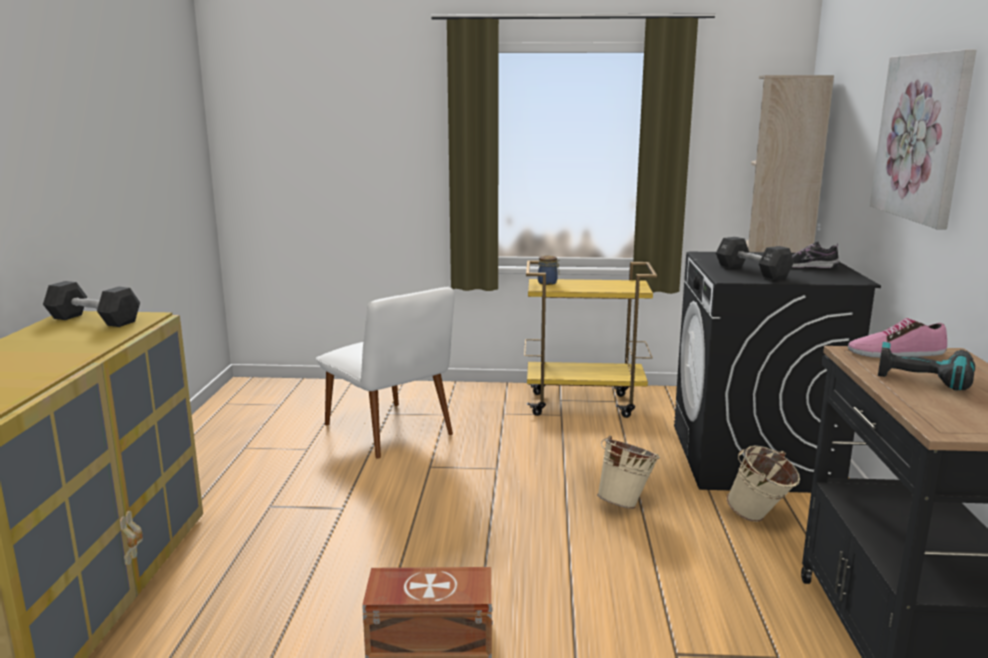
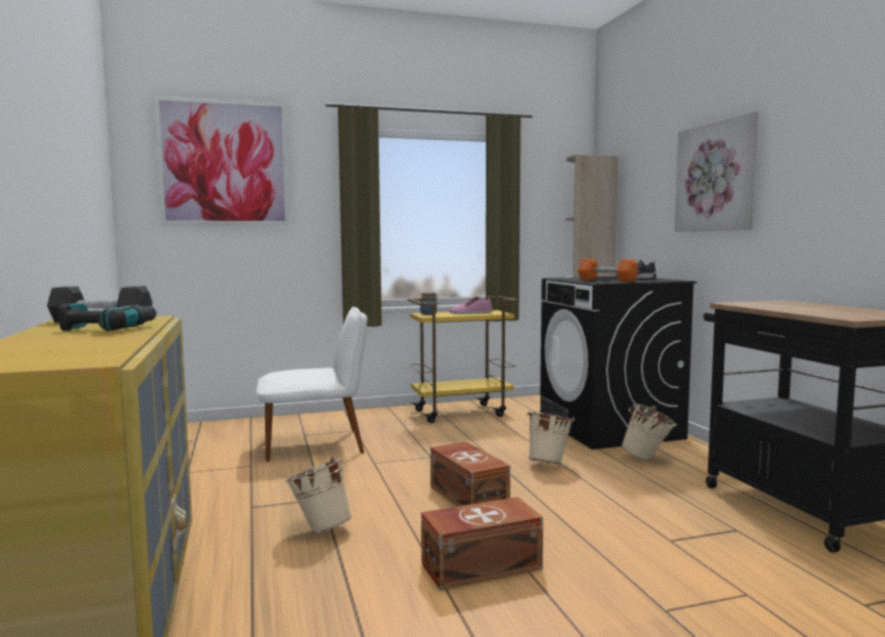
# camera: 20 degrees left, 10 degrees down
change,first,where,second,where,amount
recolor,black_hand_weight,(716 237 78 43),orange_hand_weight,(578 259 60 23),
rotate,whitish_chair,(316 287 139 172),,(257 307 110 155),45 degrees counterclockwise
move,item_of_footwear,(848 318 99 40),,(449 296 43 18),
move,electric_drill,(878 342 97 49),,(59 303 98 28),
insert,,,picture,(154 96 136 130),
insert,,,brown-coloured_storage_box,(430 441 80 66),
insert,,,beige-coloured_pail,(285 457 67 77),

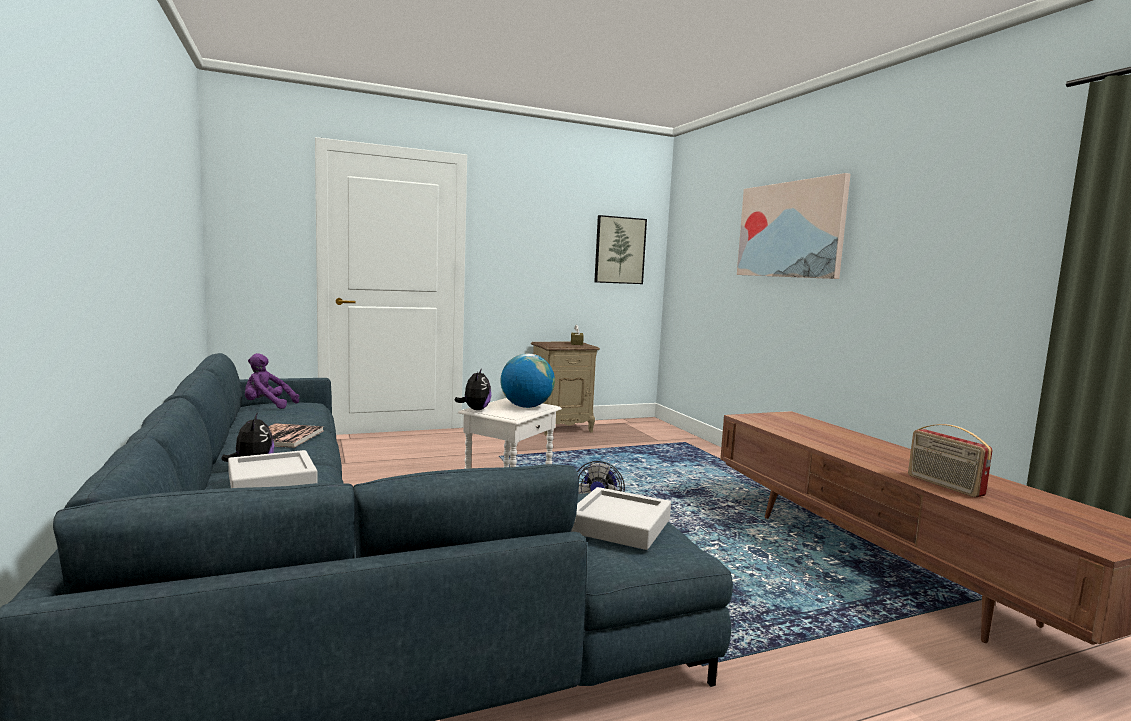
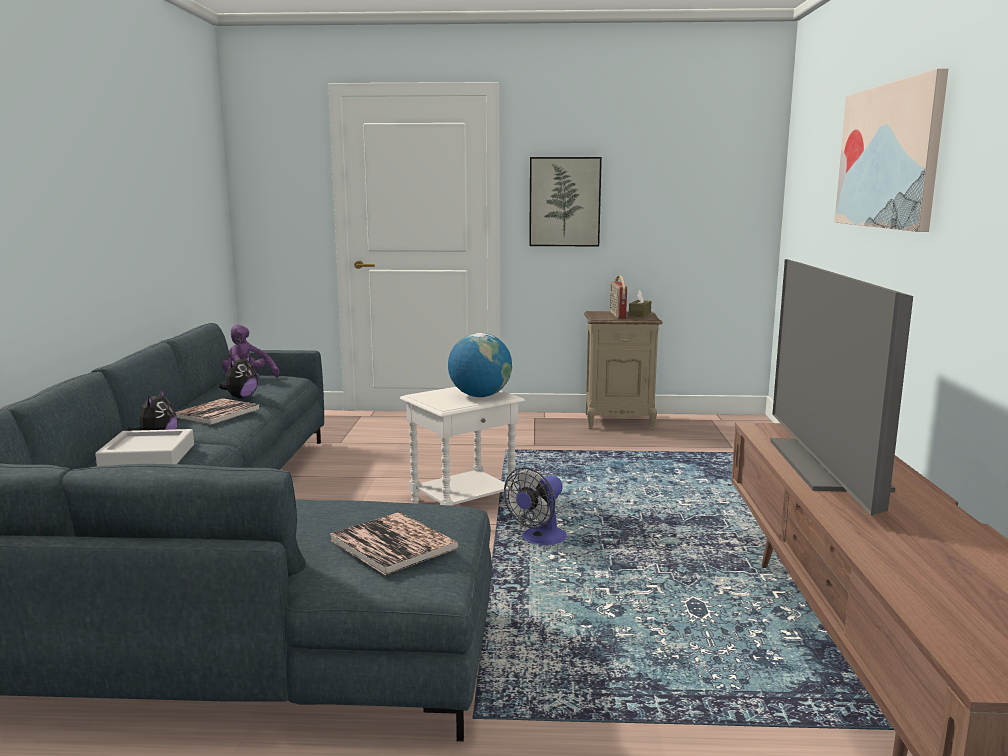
# camera: 25 degrees right, 5 degrees up
change,first,where,second,where,amount
move,picture,(594 215 53 69),,(529 157 73 89),
move,soft_toy,(454 368 37 42),,(219 354 39 45),
move,radio_set,(908 424 85 73),,(610 276 17 43),
replace,grey_serving_tray,(571 487 100 63),book,(330 512 129 63),
insert,,,television,(770 259 143 256),

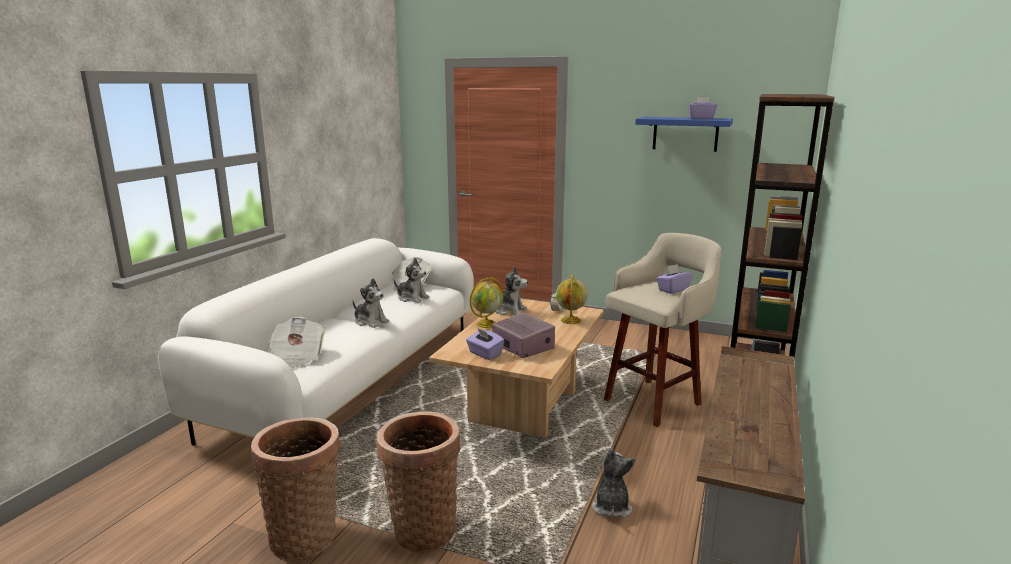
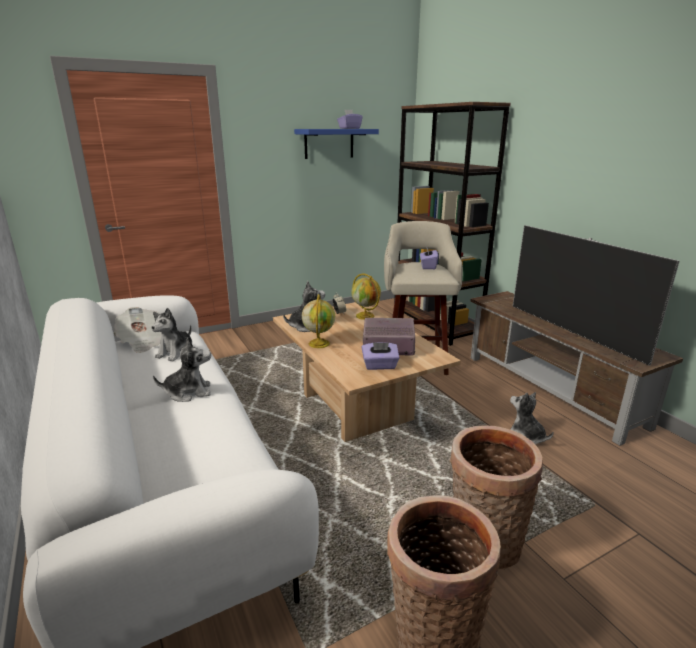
# camera: 50 degrees left, 5 degrees up
change,first,where,second,where,amount
rotate,soft_toy,(394 258 35 45),,(151 308 41 54),135 degrees clockwise
delete,newspaper,(268 317 57 52),,,
insert,,,television,(513 225 166 141),

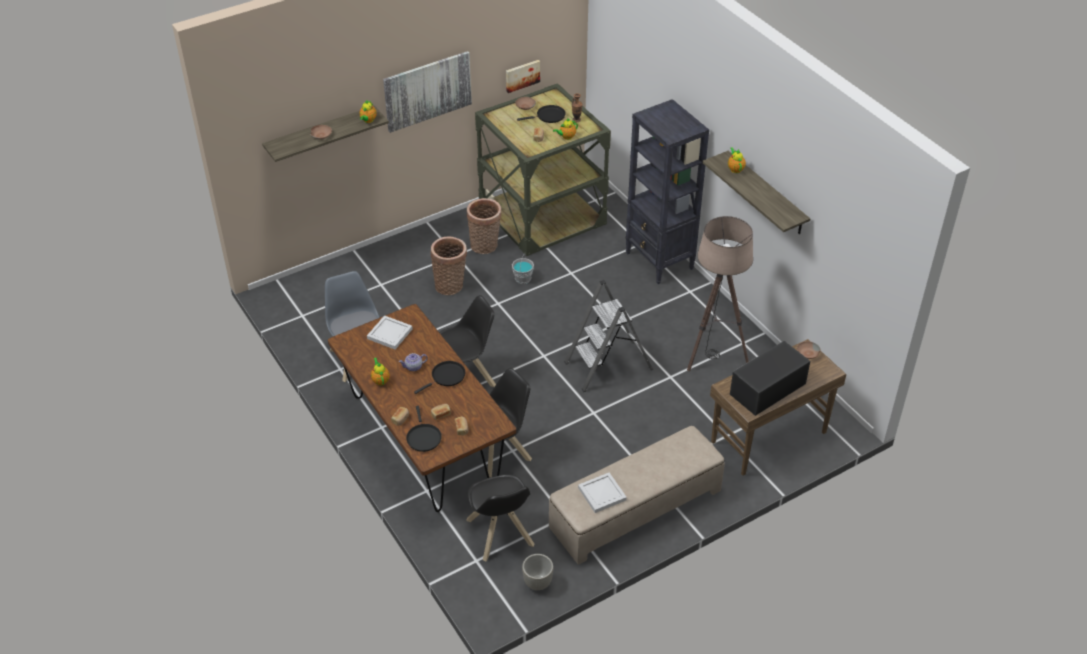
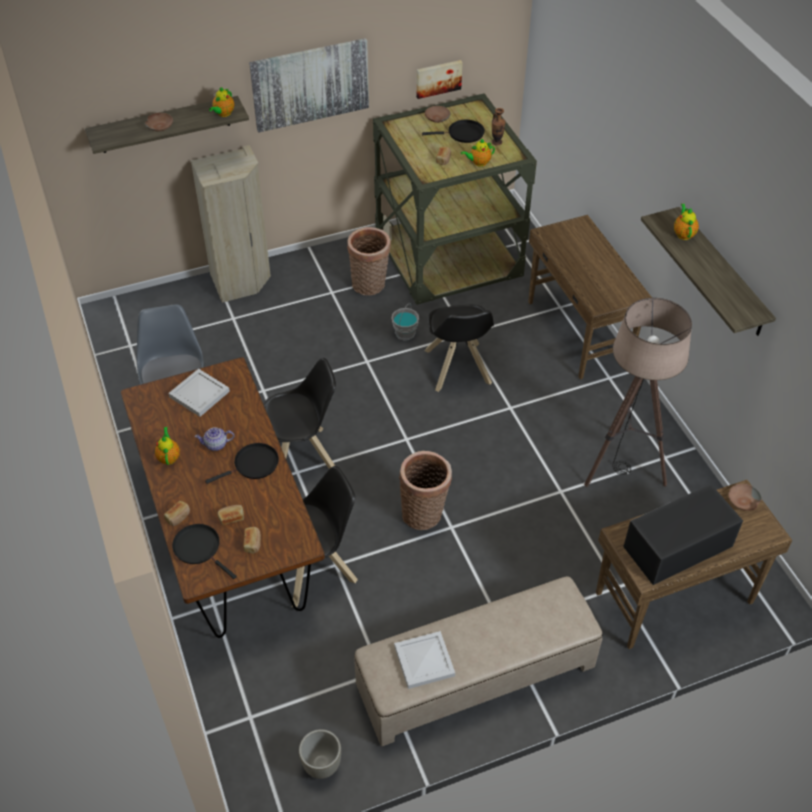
# camera: 10 degrees right, 5 degrees up
change,first,where,second,where,amount
replace,black_bookcase,(625 99 84 185),brown-coloured_hall_table,(528 215 124 164),
move,basket,(430 237 37 58),,(399 451 53 79),
delete,grey_step_stool,(564 280 89 112),,,
rotate,black_skillet,(406 406 36 46),,(172 524 65 55),135 degrees clockwise
move,black_chair,(466 474 68 87),,(425 305 69 87),
insert,,,beige-coloured_cupboard,(191 145 80 158),

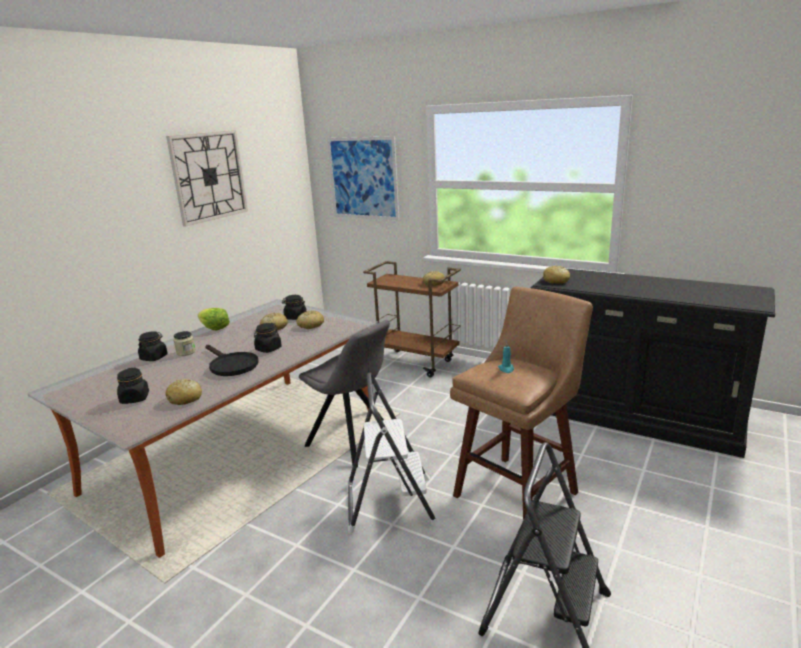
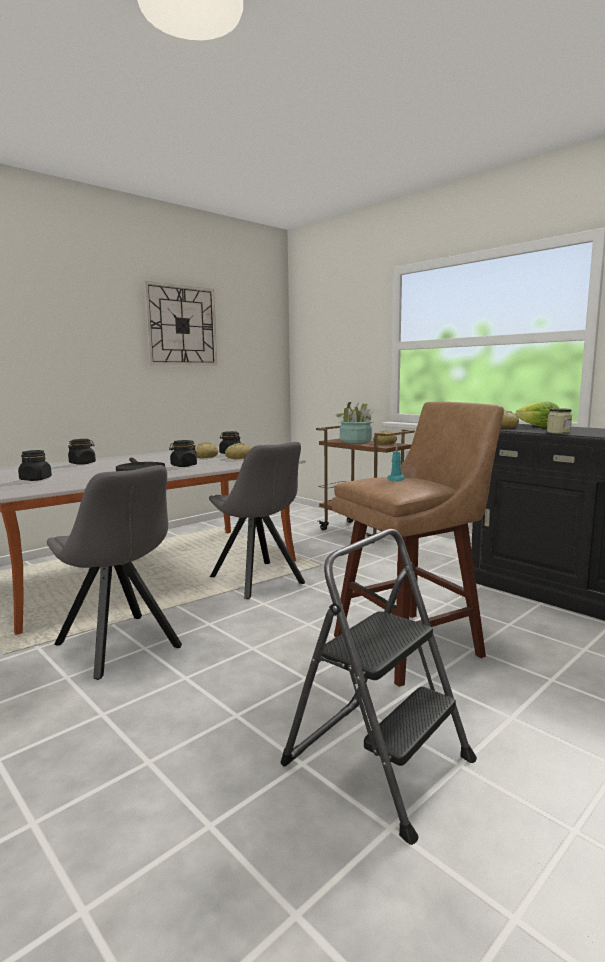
# camera: 15 degrees right, 10 degrees down
change,first,where,second,where,amount
delete,picture,(327 136 72 84),,,
move,head_of_lettuce,(198 308 32 23),,(515 402 44 25),
move,jar,(174 331 22 25),,(547 408 25 26),
delete,whitish_step_stool,(348 372 93 162),,,
delete,baked_bread,(165 379 37 26),,,
insert,,,houseplant,(333 402 41 41),
insert,,,grey_chair,(47 465 135 215),

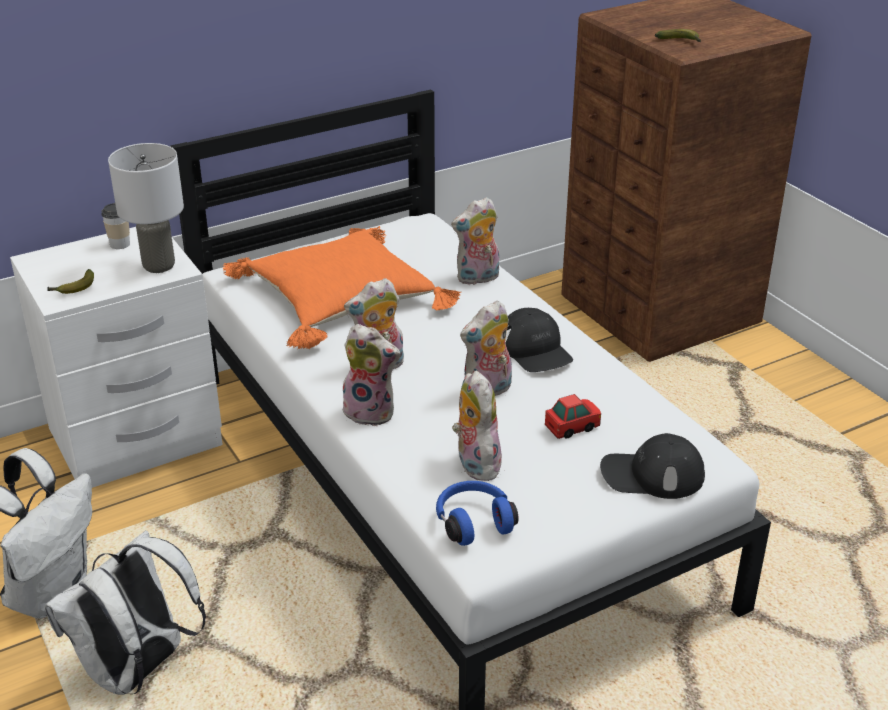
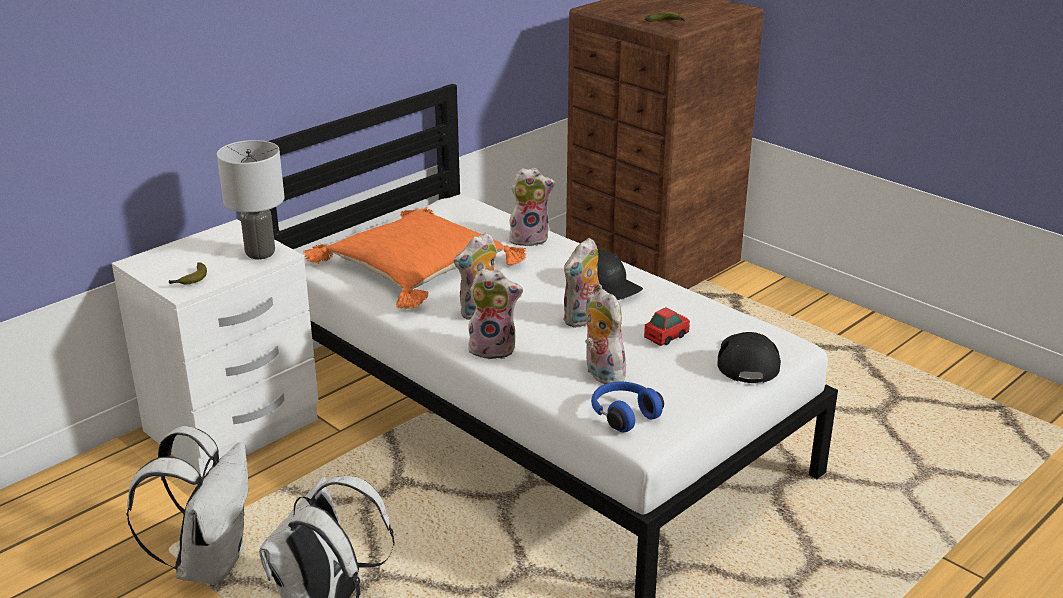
# camera: 15 degrees left, 5 degrees down
change,first,where,second,where,amount
rotate,soft_toy,(451 197 48 88),,(509 168 47 78),150 degrees counterclockwise
delete,cup,(101 203 29 46),,,
rotate,black_peaked_cap,(600 433 105 66),,(717 332 64 51),105 degrees clockwise

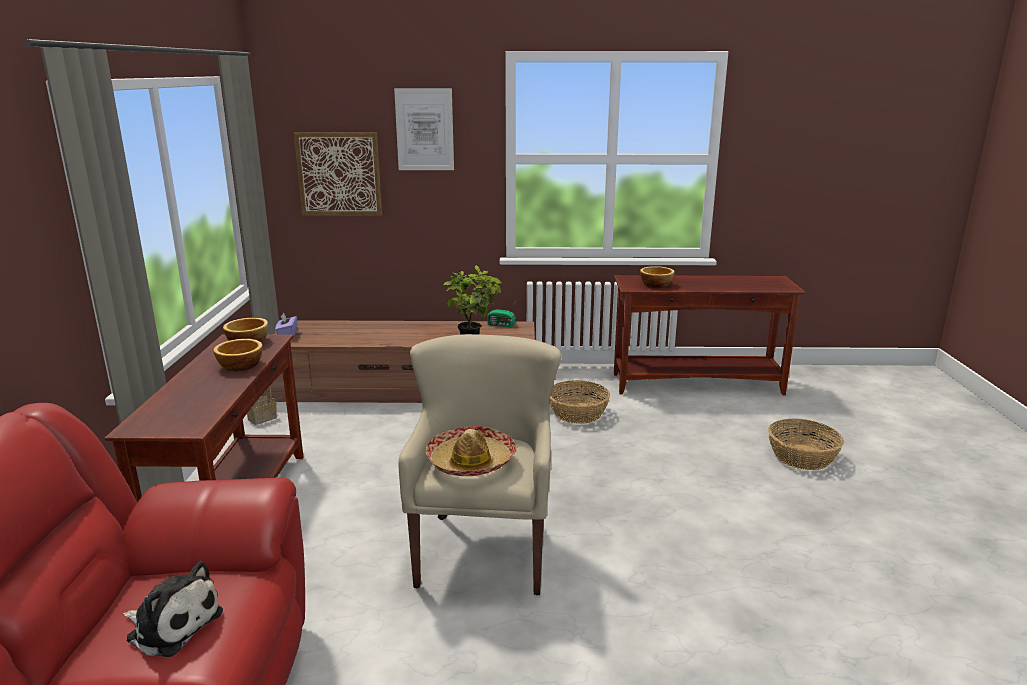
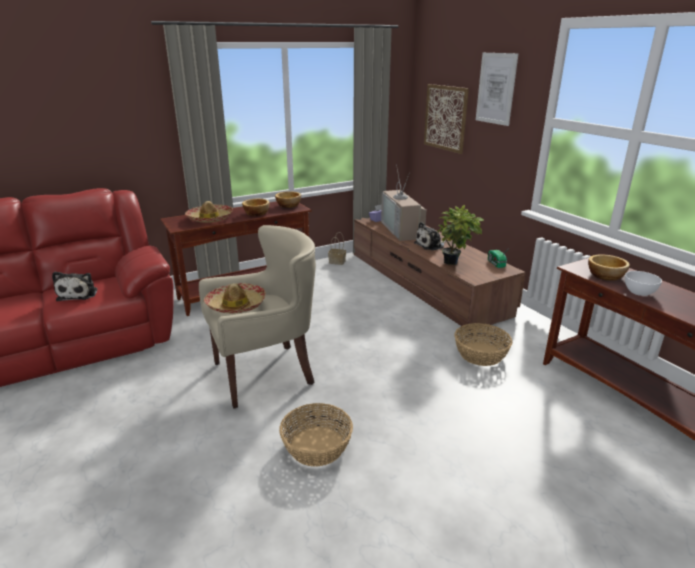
# camera: 60 degrees right, 5 degrees up
change,first,where,second,where,amount
move,basket,(768 419 76 51),,(279 403 74 63),
insert,,,television,(381 164 45 77),
insert,,,wearable_hat,(185 201 48 22),
insert,,,soft_toy,(414 222 32 28),
insert,,,whitish_deep_dish,(625 271 37 25),

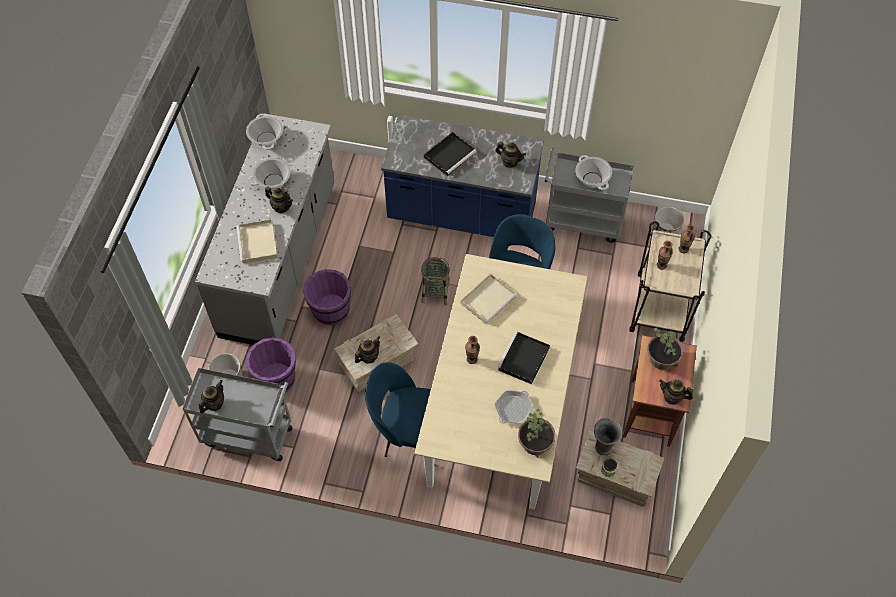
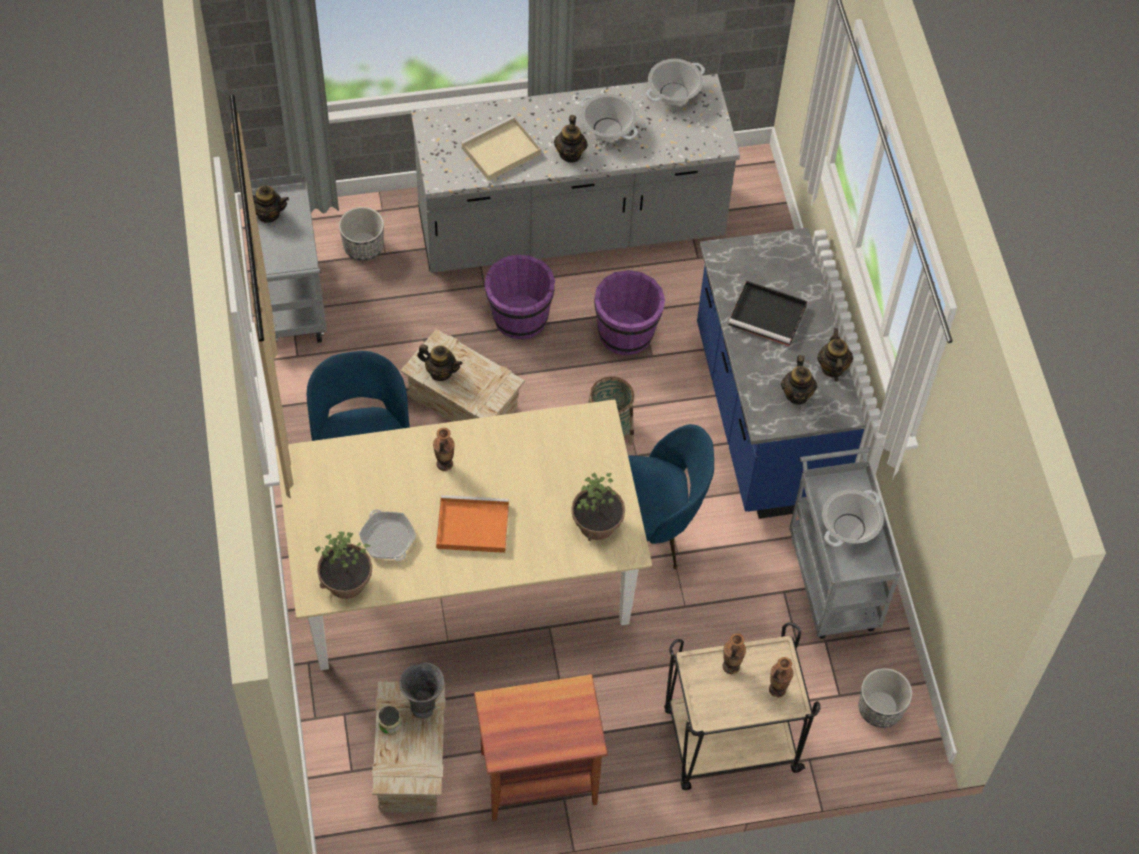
# camera: 65 degrees right, 0 degrees up
change,first,where,second,where,amount
delete,beige-coloured_serving_tray,(460 274 57 50),,,
move,houseplant,(647 328 36 42),,(571 473 54 68),
recolor,black_serving_tray,(497 332 53 52),orange_serving_tray,(436 495 73 58),
move,purple-coloured_pail,(246 337 50 58),,(594 270 71 86),
move,tea_pot,(659 379 34 26),,(817 328 36 54),
rotate,skillet,(495 390 38 34),,(359 509 57 52),135 degrees counterclockwise

